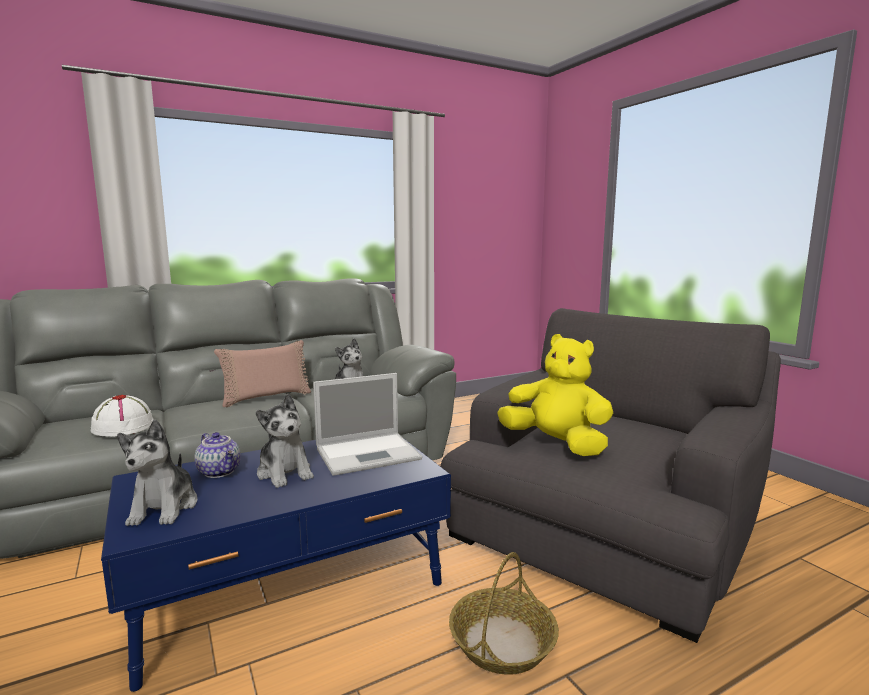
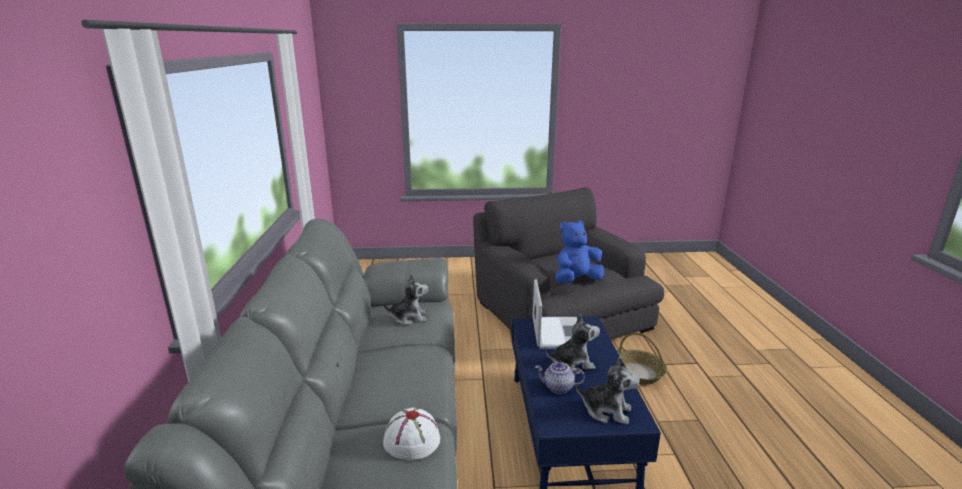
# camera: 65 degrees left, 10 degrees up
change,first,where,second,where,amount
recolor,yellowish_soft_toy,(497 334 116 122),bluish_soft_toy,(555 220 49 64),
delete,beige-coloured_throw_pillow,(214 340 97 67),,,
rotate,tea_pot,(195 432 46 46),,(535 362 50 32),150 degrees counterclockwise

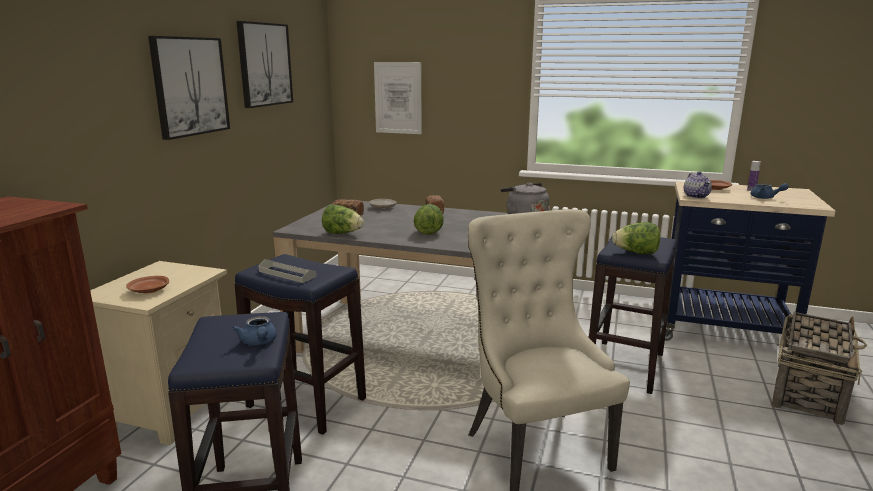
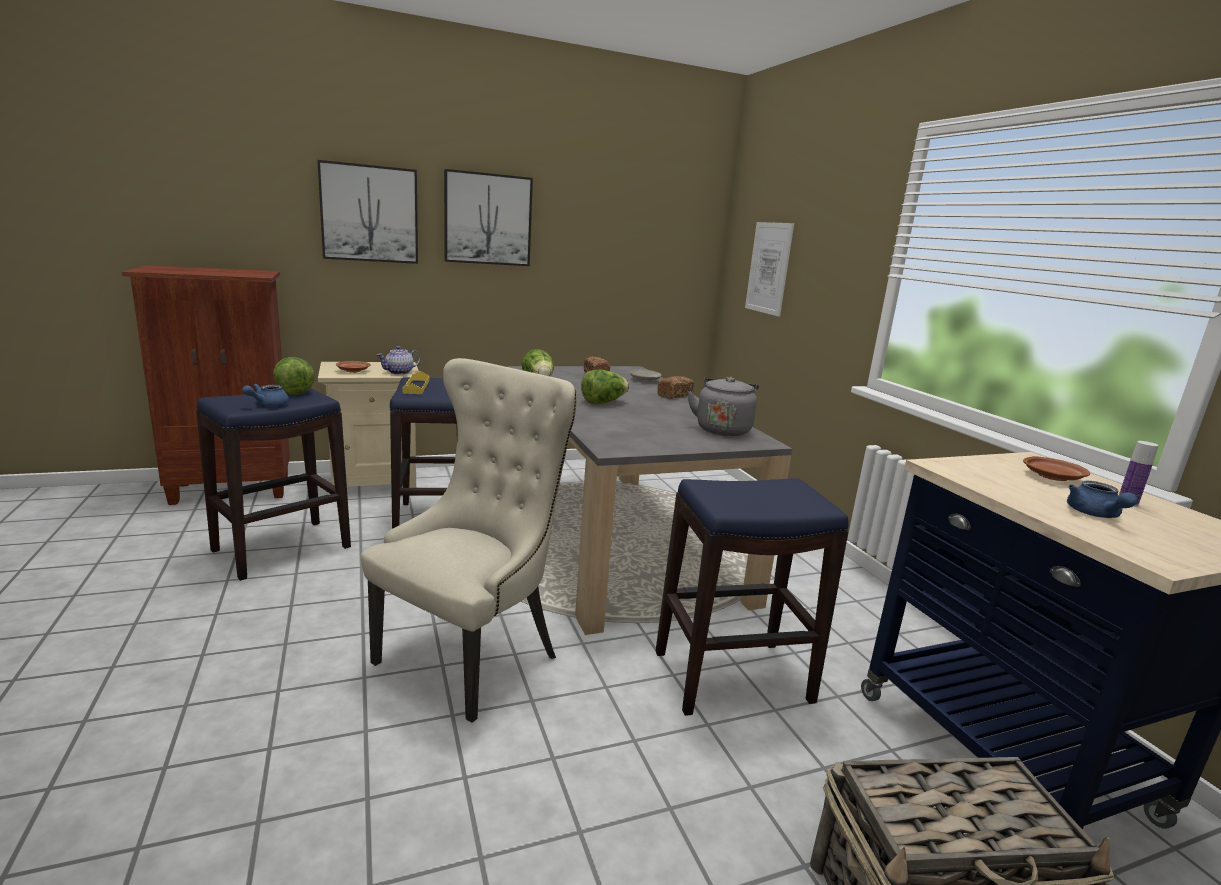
# camera: 50 degrees right, 0 degrees up
change,first,where,second,where,amount
move,picture,(236 21 57 87),,(317 160 101 104),
move,tea_pot,(684 171 28 27),,(377 346 44 29),
move,head_of_lettuce,(612 222 48 32),,(273 357 42 38),
recolor,grey_serving_tray,(258 259 58 24),yellowish_serving_tray,(403 371 26 23),

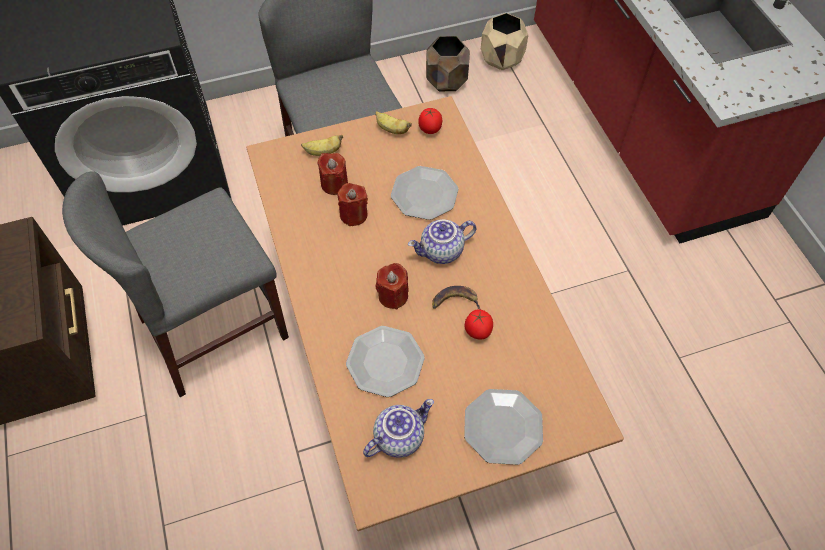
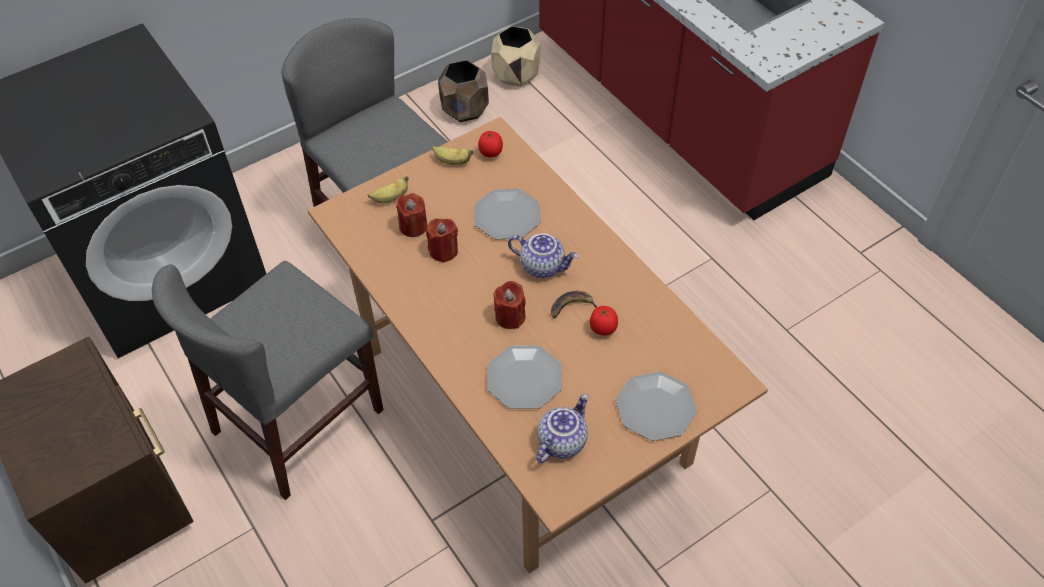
# camera: 15 degrees left, 5 degrees down
change,first,where,second,where,amount
rotate,tea_pot,(408 219 68 45),,(508 233 70 45),120 degrees counterclockwise

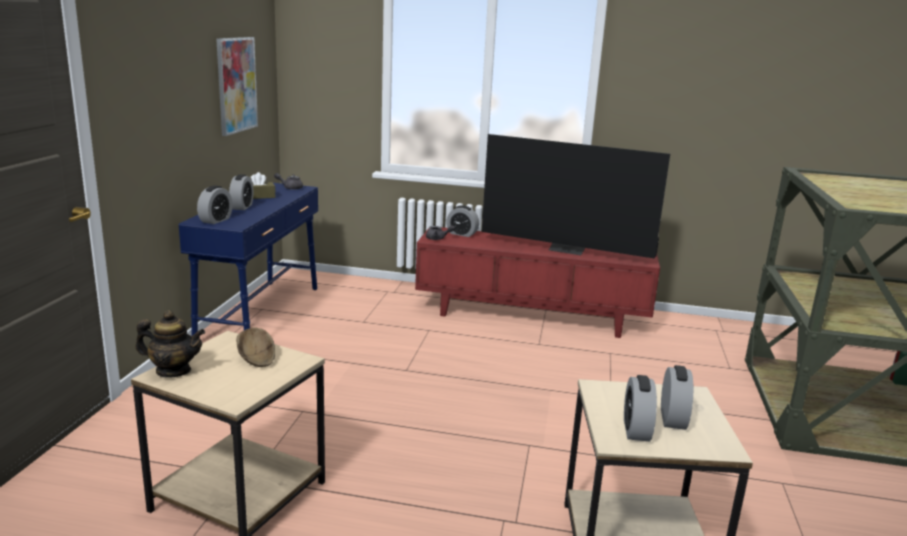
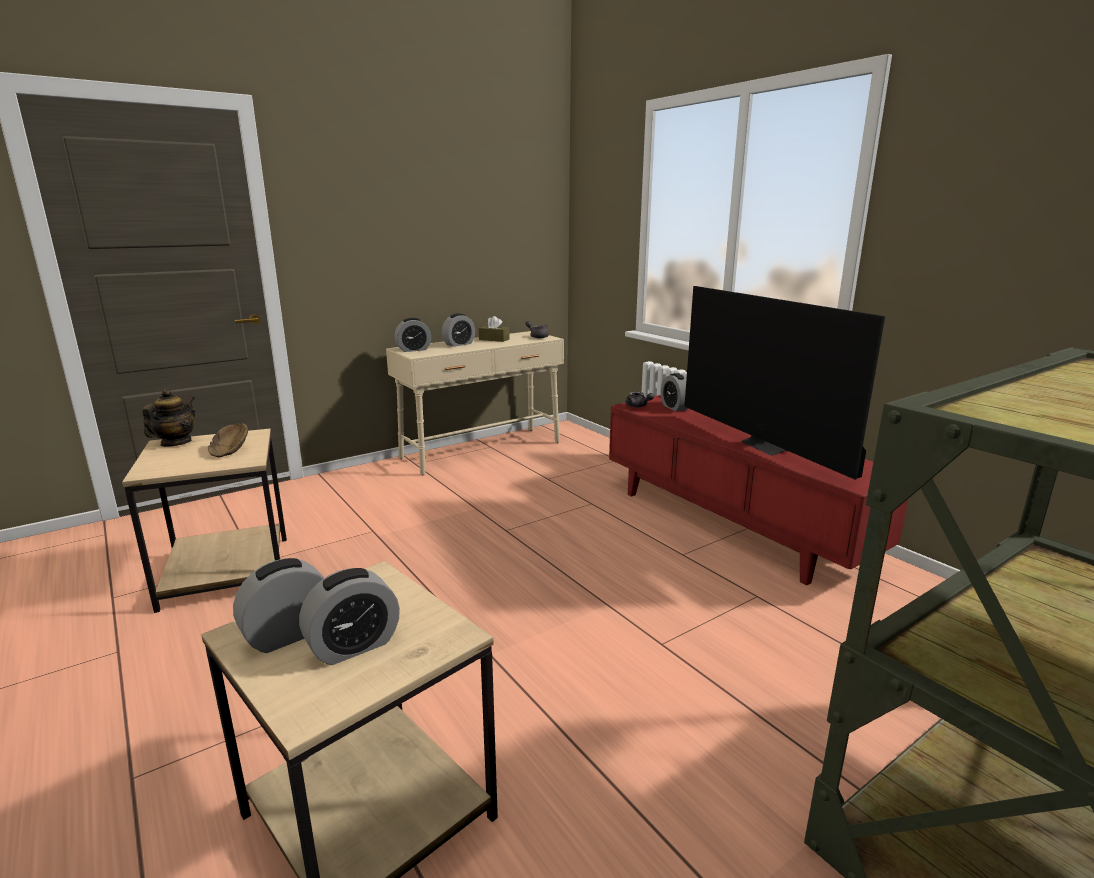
# camera: 45 degrees right, 0 degrees up
change,first,where,second,where,amount
delete,picture,(216 37 42 99),,,
recolor,bluish_hall_table,(179 182 139 154),beige-coloured_hall_table,(386 331 178 144),
rotate,tea_pot,(135 310 70 68),,(142 389 53 58),120 degrees counterclockwise

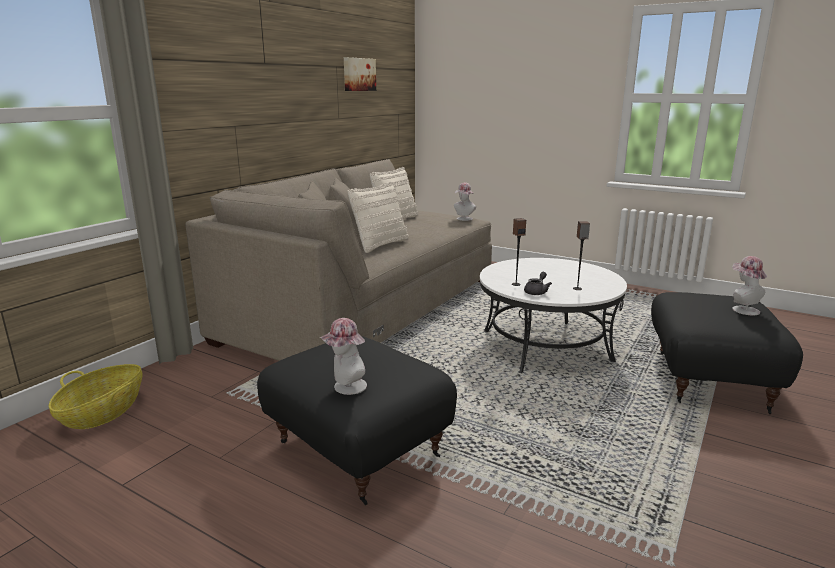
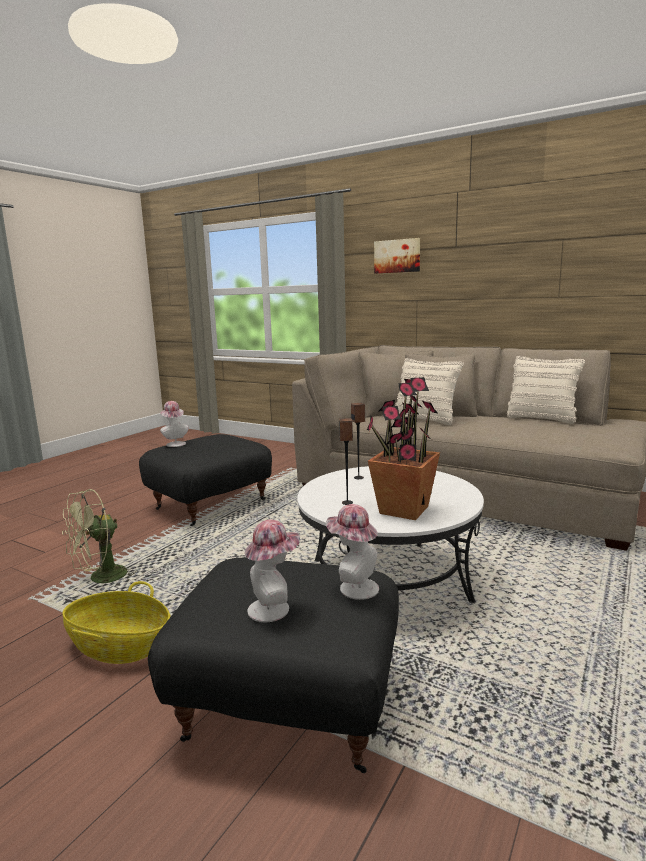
# camera: 90 degrees right, 5 degrees down
change,first,where,second,where,amount
move,picture,(344 57 32 34),,(374 238 46 36),
move,wearable_hat,(454 183 22 38),,(326 504 53 96),
delete,grey_tea_pot,(524 272 28 23),,,
move,basket,(49 364 94 65),,(62 581 109 83),
insert,,,houseplant,(367 377 73 143),
insert,,,green-coloured_electric_fan,(62 489 75 98),

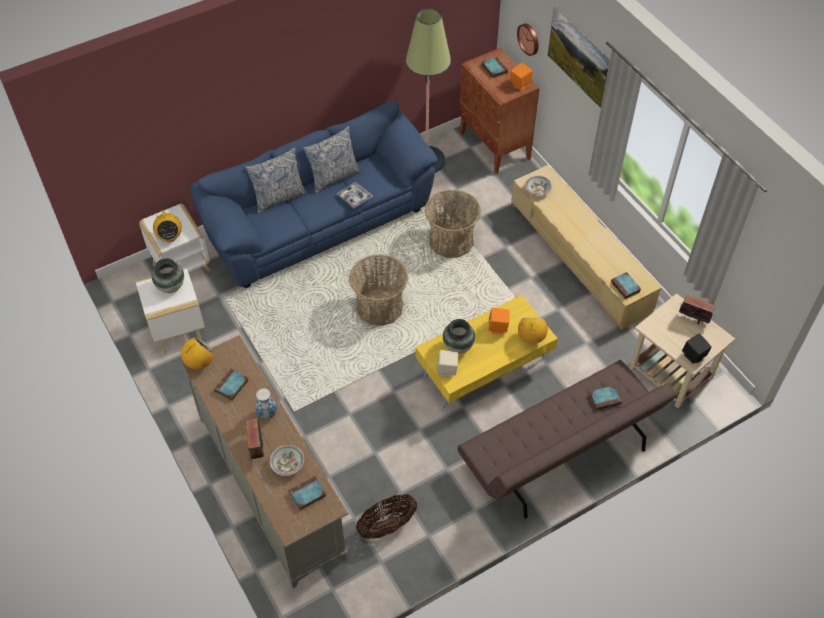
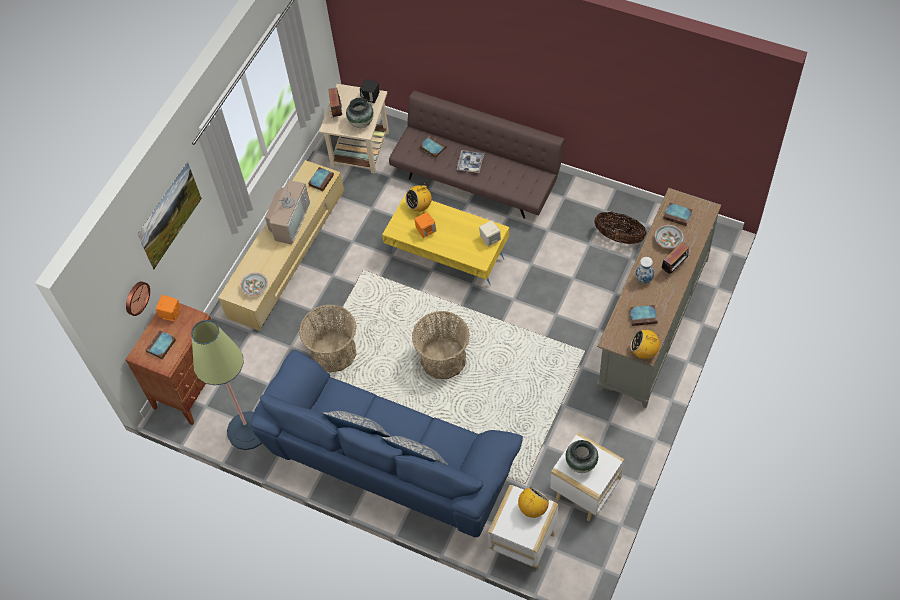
# camera: 120 degrees left, 5 degrees up
change,first,where,second,where,amount
move,serving_tray,(337 182 36 26),,(457 150 27 23),
move,decorative_vase,(443 319 32 35),,(346 98 28 30),
insert,,,television,(265 174 45 71),

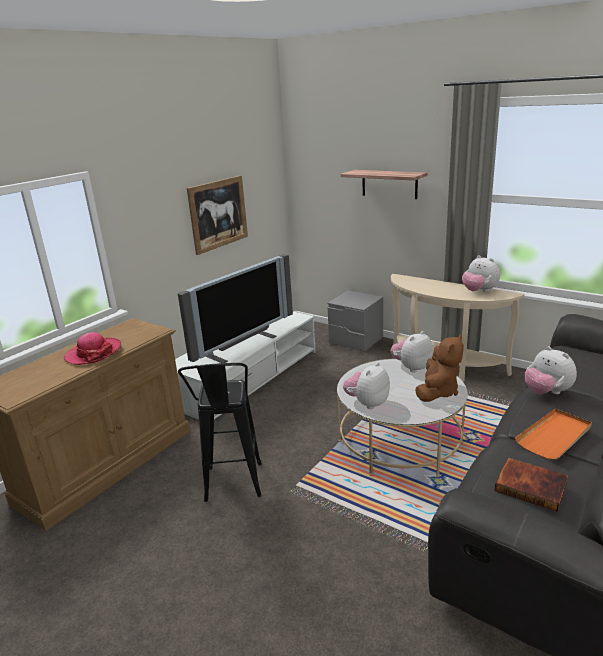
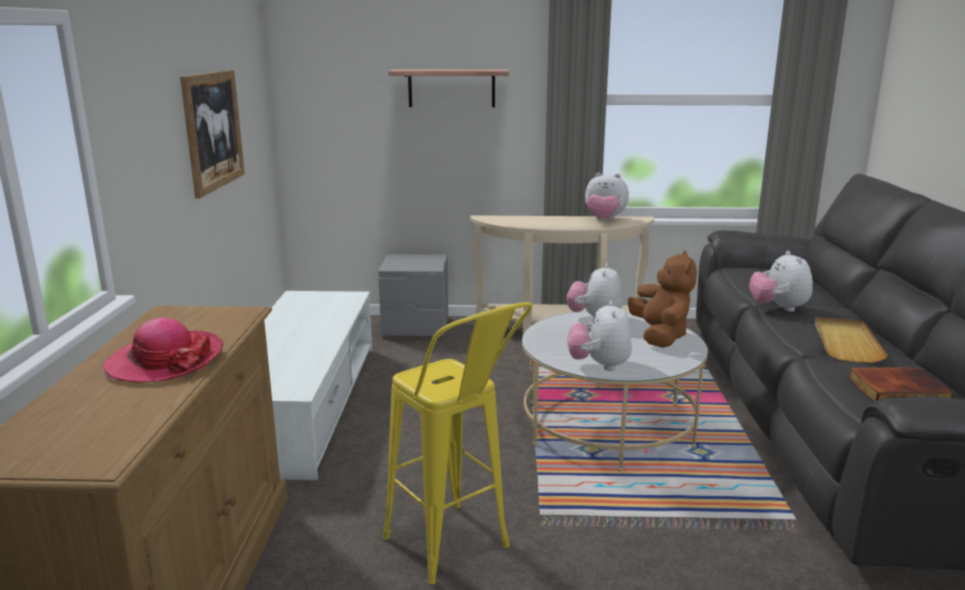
# camera: 35 degrees left, 5 degrees down
change,first,where,second,where,amount
delete,television,(178 254 115 109),,,
rotate,soft_toy,(524 346 53 48),,(749 251 64 61),60 degrees clockwise
recolor,black_sitting_stool,(178 363 84 139),yellowish_sitting_stool,(383 302 150 282),
recolor,orange_serving_tray,(515 409 77 51),beige-coloured_serving_tray,(815 317 73 46),

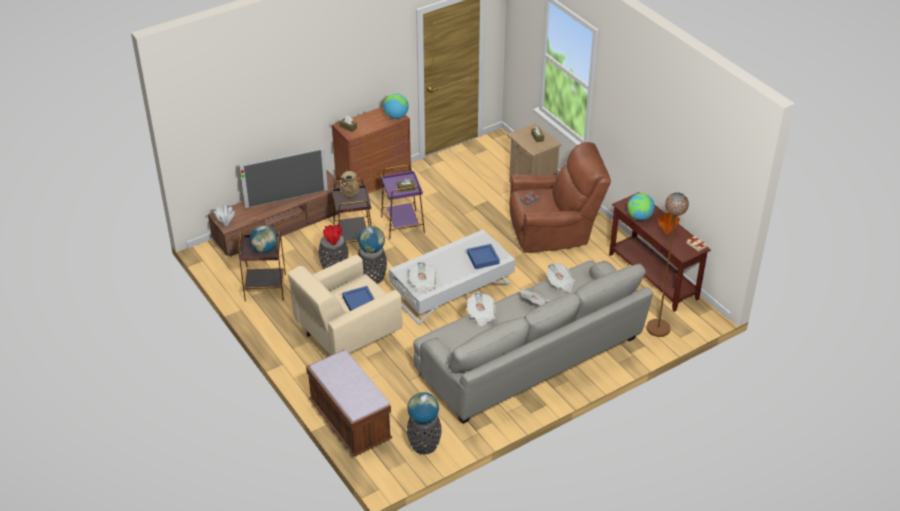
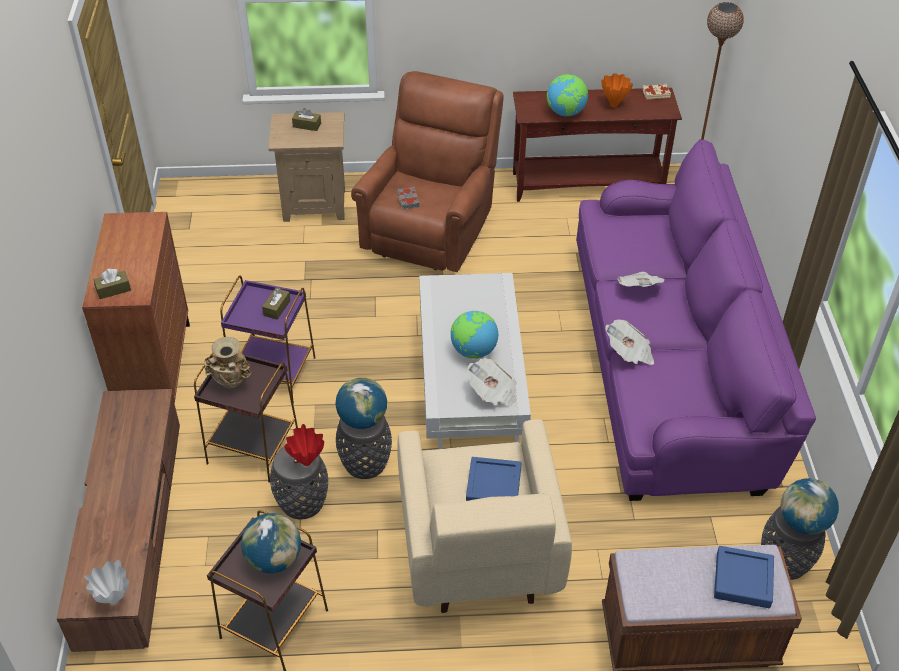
# camera: 60 degrees left, 5 degrees up
change,first,where,second,where,amount
move,globe,(383 93 26 26),,(450 311 48 48),
delete,television,(239 148 89 60),,,
move,bluish_serving_tray,(467 244 33 25),,(714 546 60 62),
recolor,grey_settee,(413 260 240 164),purple-coloured_settee,(576 139 240 362),
delete,newspaper,(546 263 29 29),,,

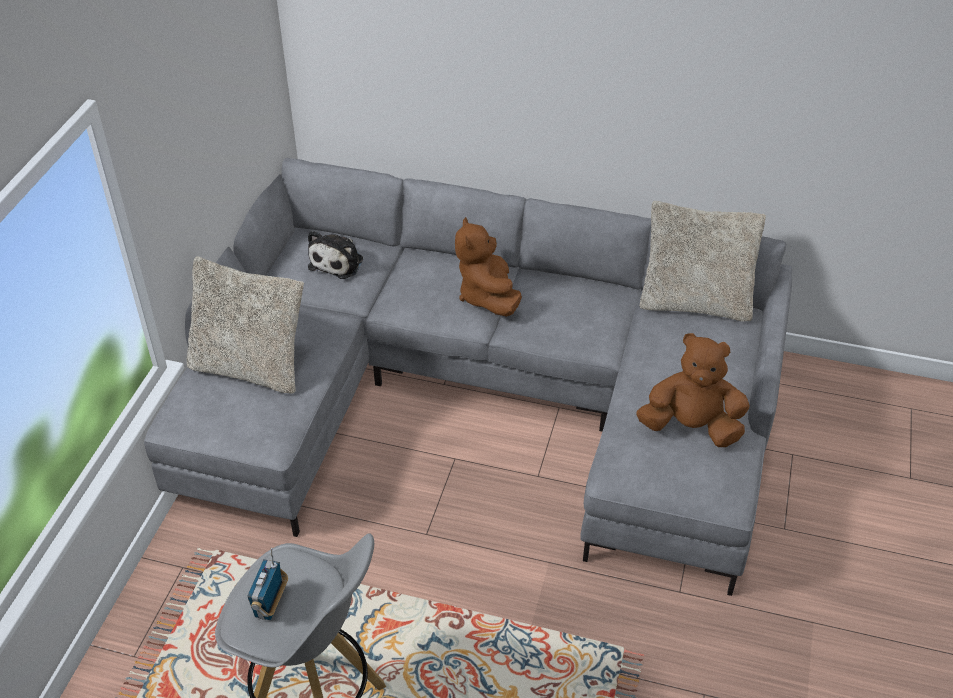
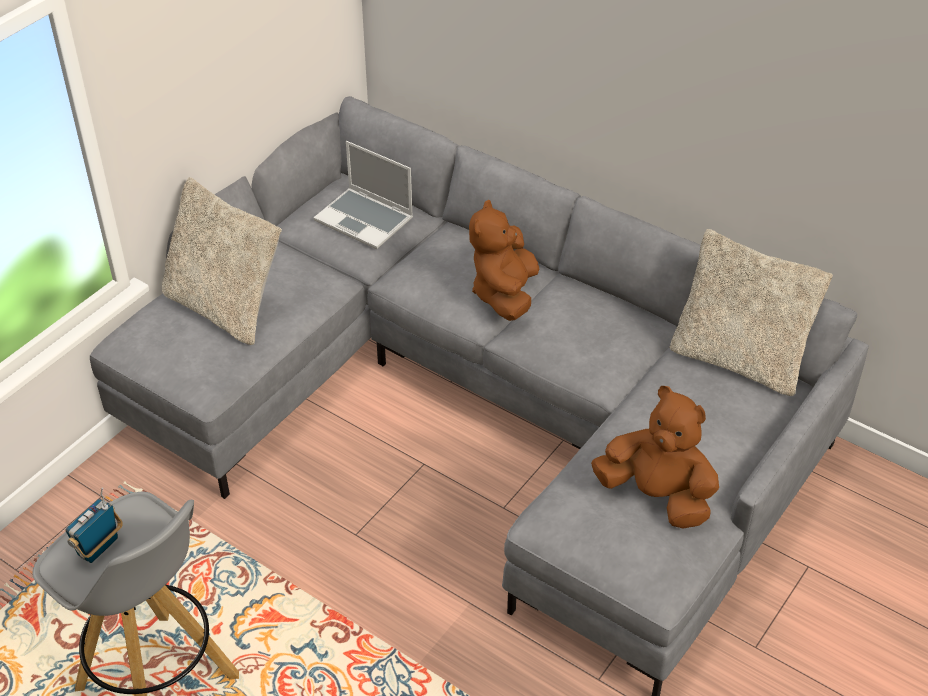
# camera: 20 degrees right, 0 degrees up
change,first,where,second,where,amount
replace,soft_toy,(308 231 55 48),notebook_computer,(314 141 99 108),

